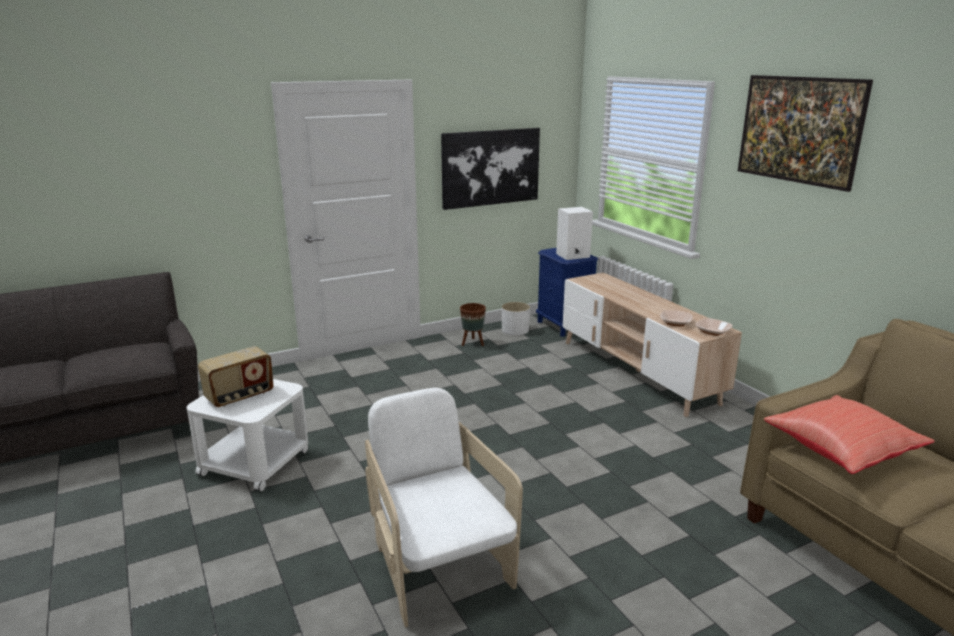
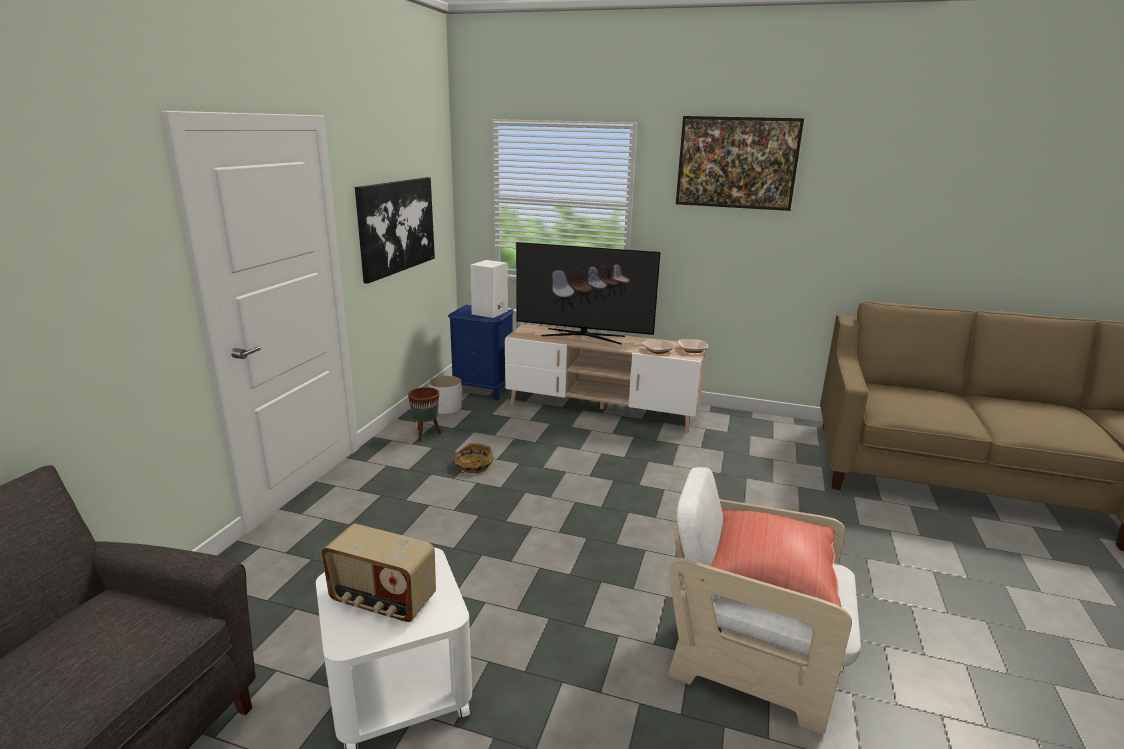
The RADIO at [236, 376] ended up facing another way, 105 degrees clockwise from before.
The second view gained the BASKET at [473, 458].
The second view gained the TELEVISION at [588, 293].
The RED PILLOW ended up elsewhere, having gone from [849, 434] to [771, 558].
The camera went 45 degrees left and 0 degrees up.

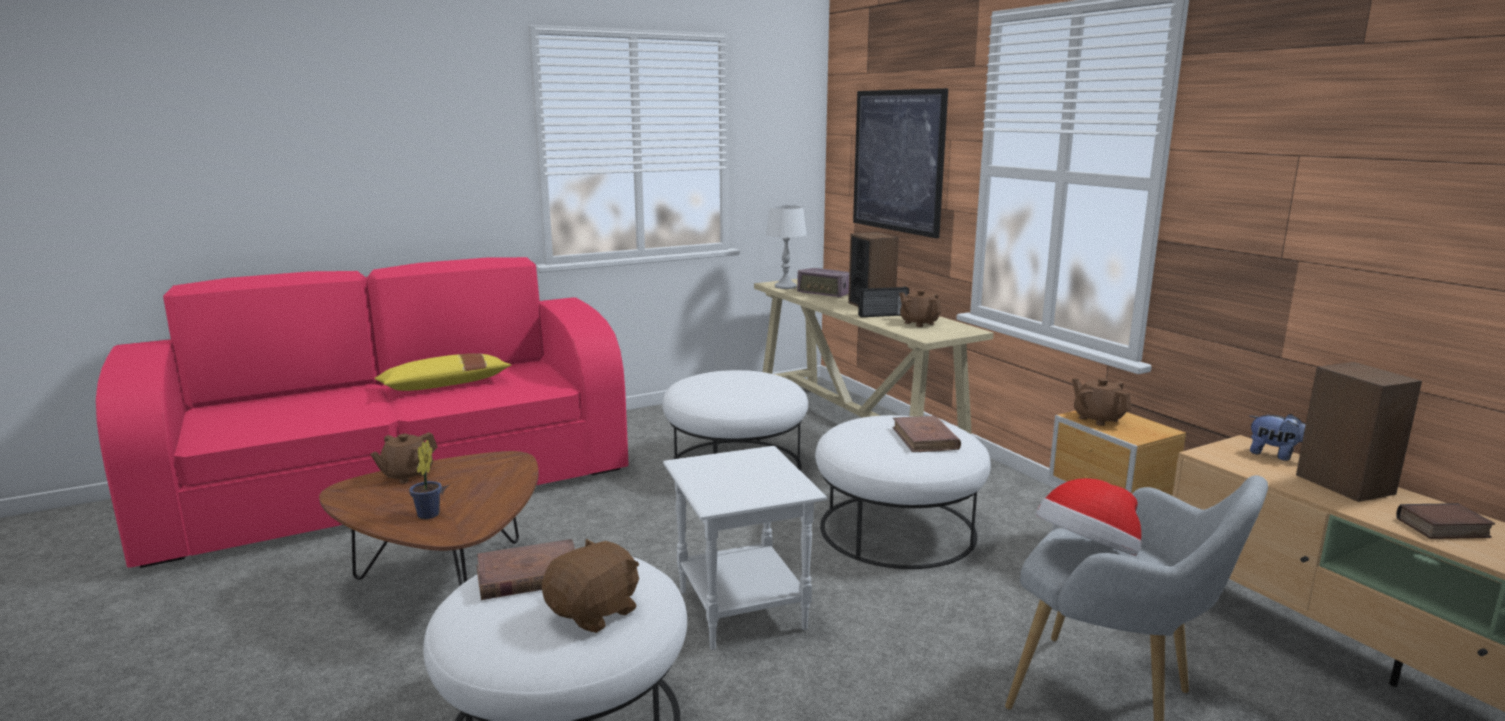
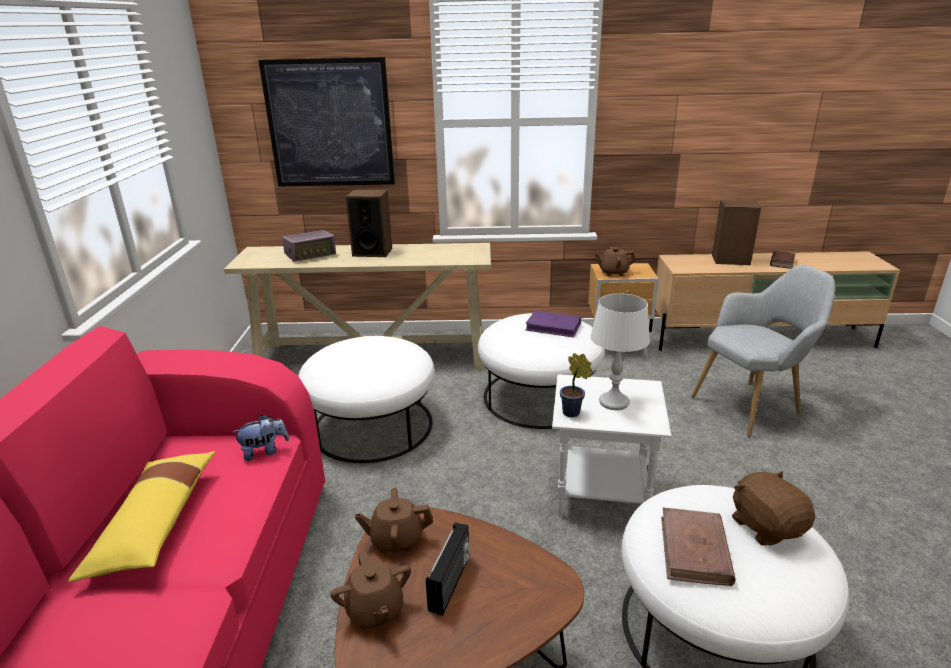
The PLUSH TOY ended up elsewhere, having gone from [1277, 437] to [260, 438].
The BROWN TEAPOT ended up elsewhere, having gone from [920, 308] to [394, 521].
The RADIO ended up elsewhere, having gone from [883, 302] to [448, 569].
What was the BROWN BOOK at [926, 434] turned into the PURPLE BOOK at [553, 324].
The POTTED PLANT ended up elsewhere, having gone from [425, 479] to [576, 385].
The WHITE TABLE LAMP ended up elsewhere, having gone from [786, 247] to [620, 351].
The second view lost the HAT at [1088, 517].
The camera went 60 degrees left and 10 degrees up.

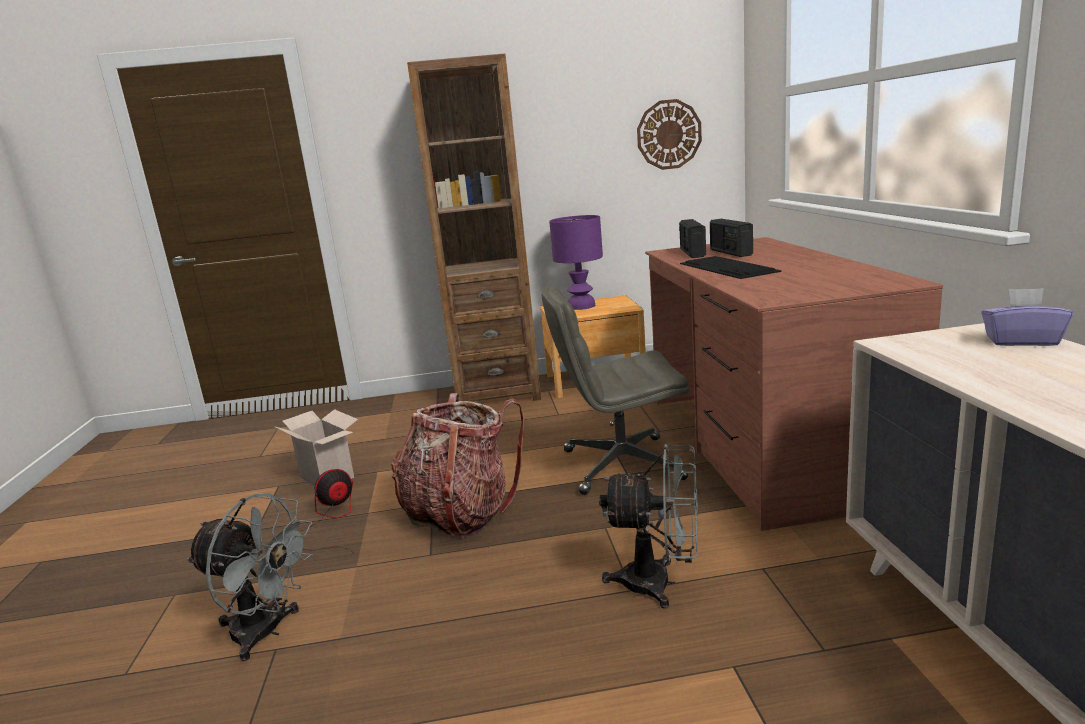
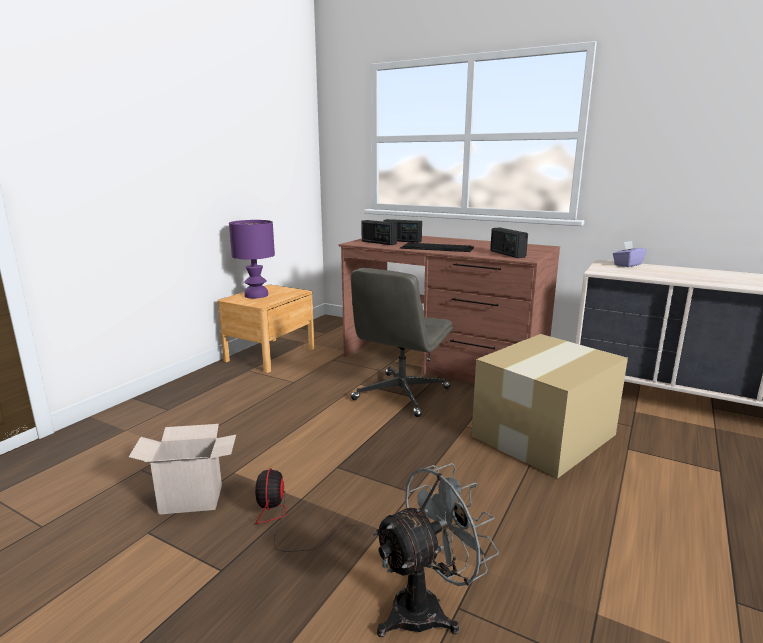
Where the GREY FAN stood at [648, 526], the CARDBOARD BOX came to stand at [549, 406].
The second view gained the RADIO at [509, 243].
The second view lost the BACKPACK at [457, 466].
The second view lost the BROWN BOOKCASE at [474, 227].
The second view lost the WALL CLOCK at [669, 134].
The camera went 55 degrees left and 0 degrees up.

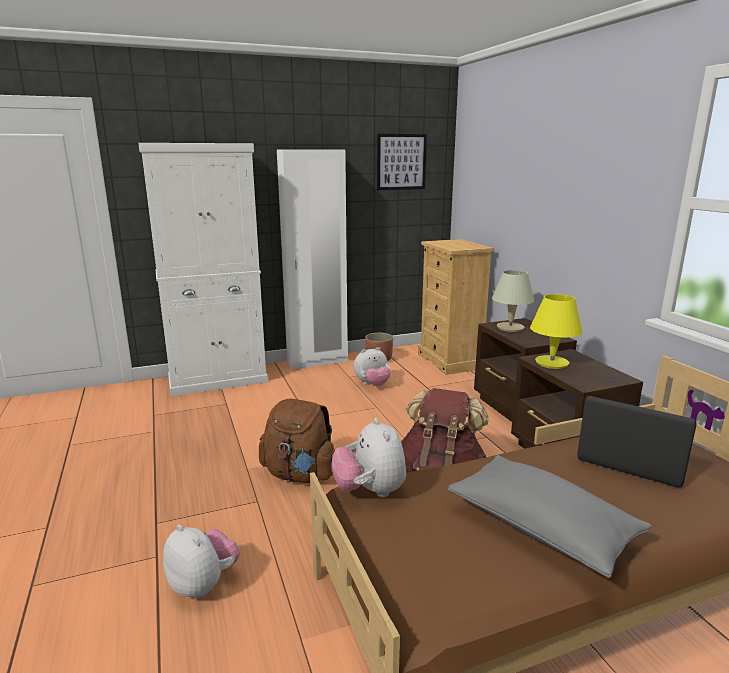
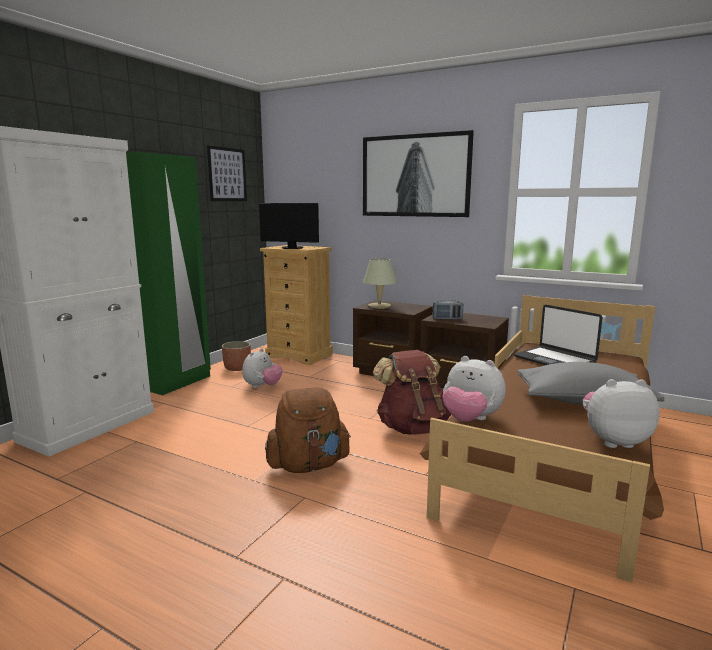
What was the WHITE WARDROBE at [312, 259] turned into the GREEN WARDROBE at [168, 273].
The second view gained the MONITOR at [289, 226].
The second view gained the PICTURE at [418, 173].
Where the YELLOW TABLE LAMP stood at [556, 331], the RADIO came to stand at [448, 310].
The LAPTOP at [637, 441] ended up facing another way, 120 degrees counterclockwise from before.
The PLUSH TOY ended up elsewhere, having gone from [201, 561] to [621, 413].
The camera went 40 degrees left and 5 degrees down.

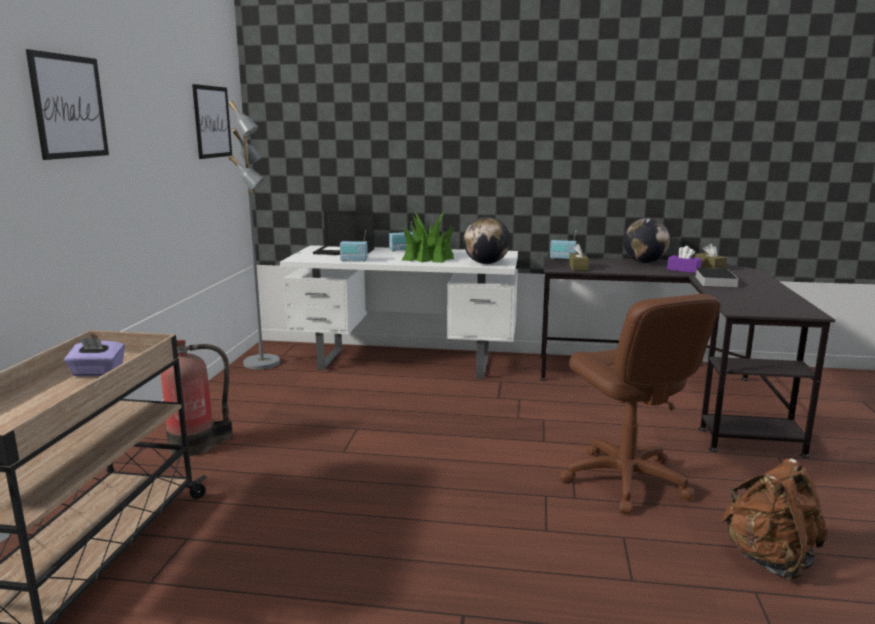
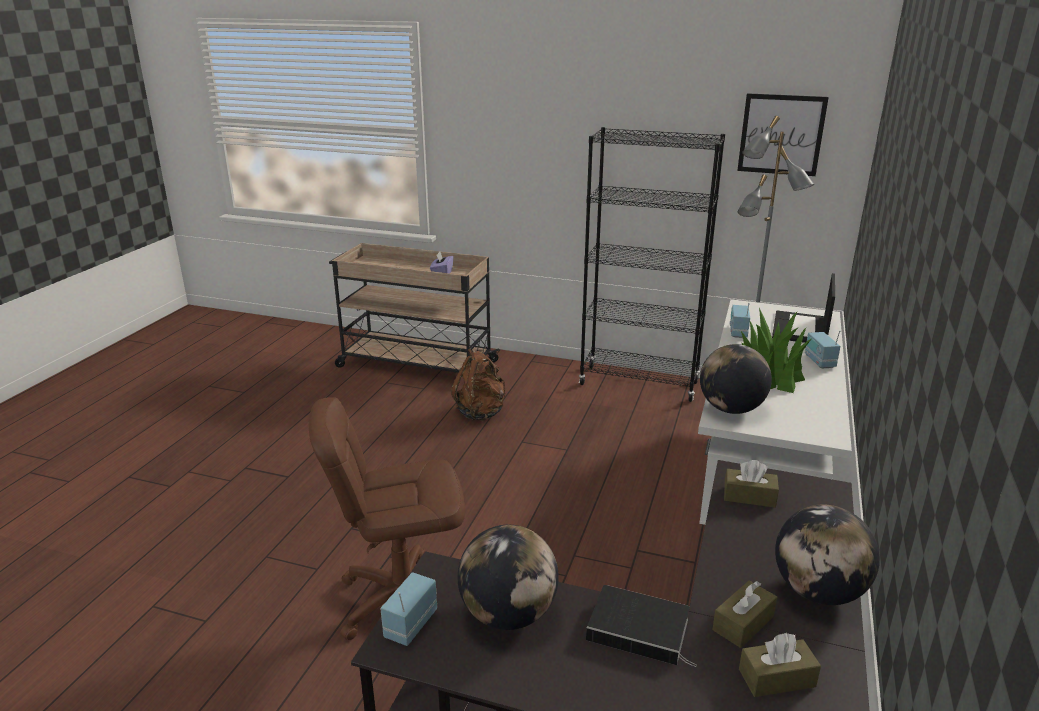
The RADIO ended up elsewhere, having gone from [563, 244] to [409, 609].
The BROWN BACKPACK ended up elsewhere, having gone from [774, 519] to [478, 385].
The second view gained the GLOBE at [508, 577].
The second view gained the BLACK BOOKCASE at [652, 264].
What was the PURPLE TISSUE BOX at [684, 259] turned into the BROWN TISSUE BOX at [744, 614].
The second view lost the PICTURE at [67, 104].
The second view lost the FIRE EXTINGUISHER at [197, 398].
The camera went 100 degrees right and 10 degrees up.

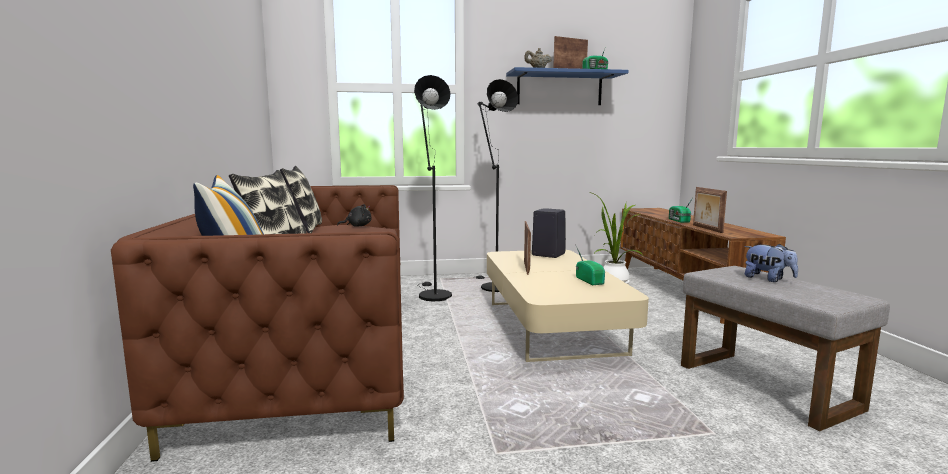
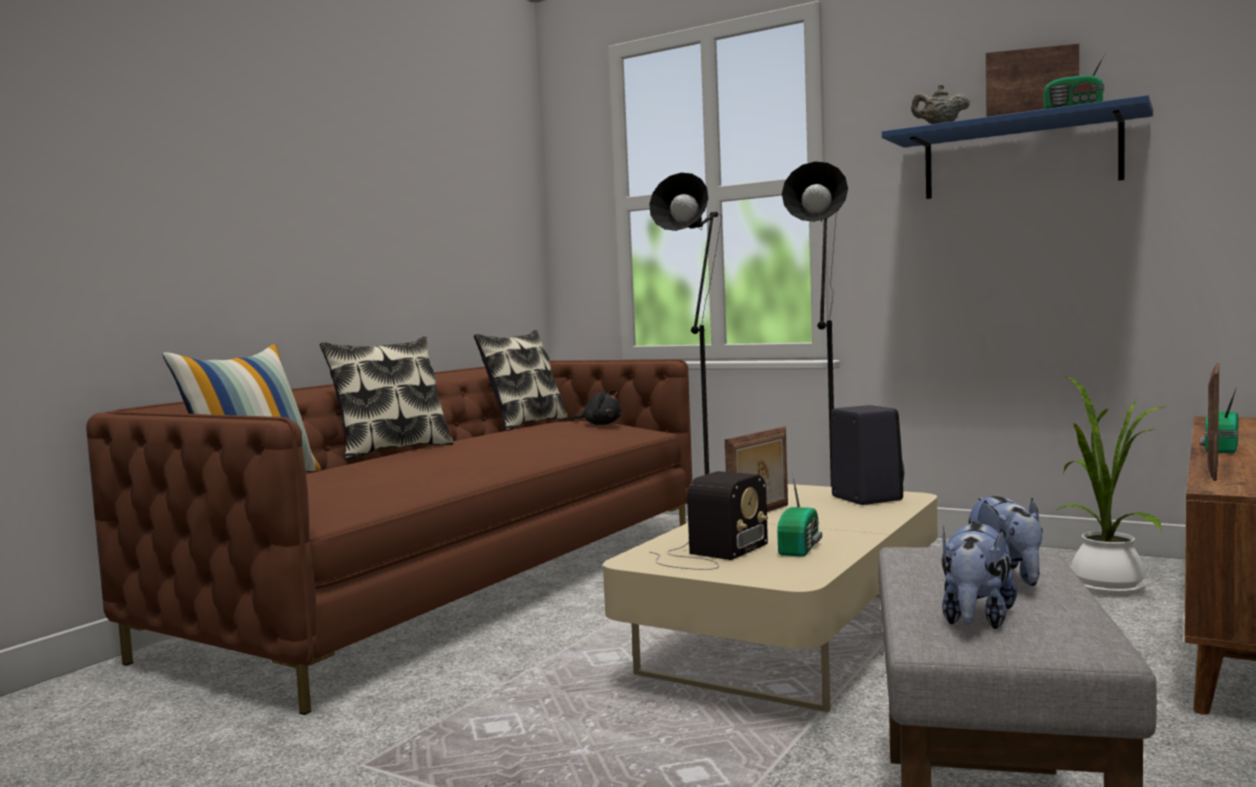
The second view gained the RADIO at [708, 520].
The second view gained the PLUSH TOY at [979, 576].
The camera went 40 degrees right and 5 degrees down.

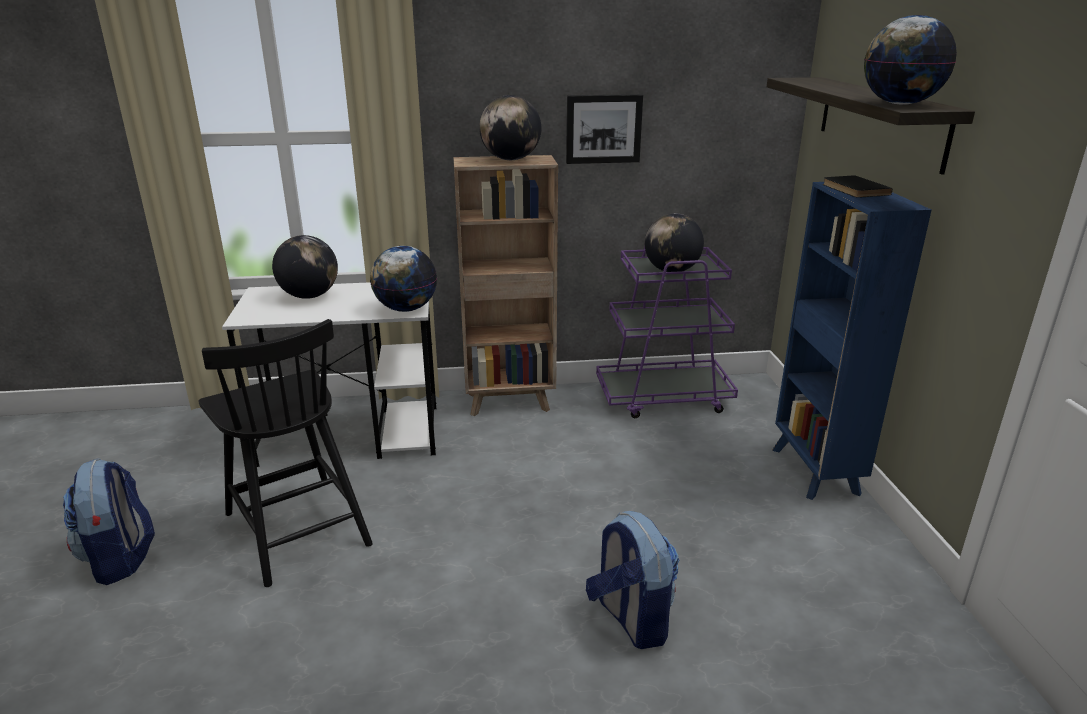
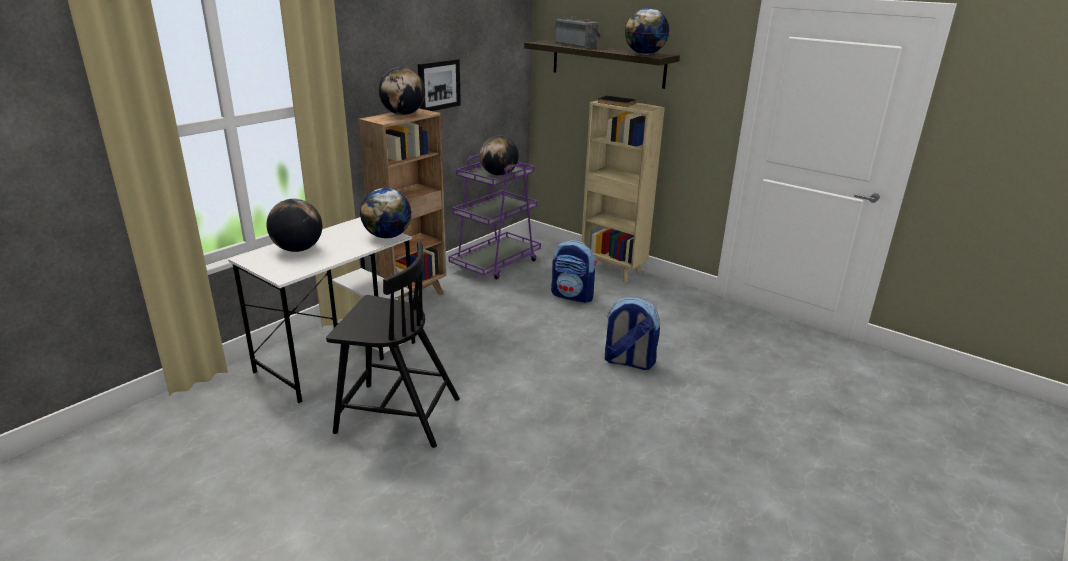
The BACKPACK ended up elsewhere, having gone from [109, 521] to [574, 272].
The second view gained the RADIO at [578, 32].
What was the BLUE BOOKCASE at [852, 341] turned into the BEIGE BOOKCASE at [623, 191].
The camera went 45 degrees left and 0 degrees up.

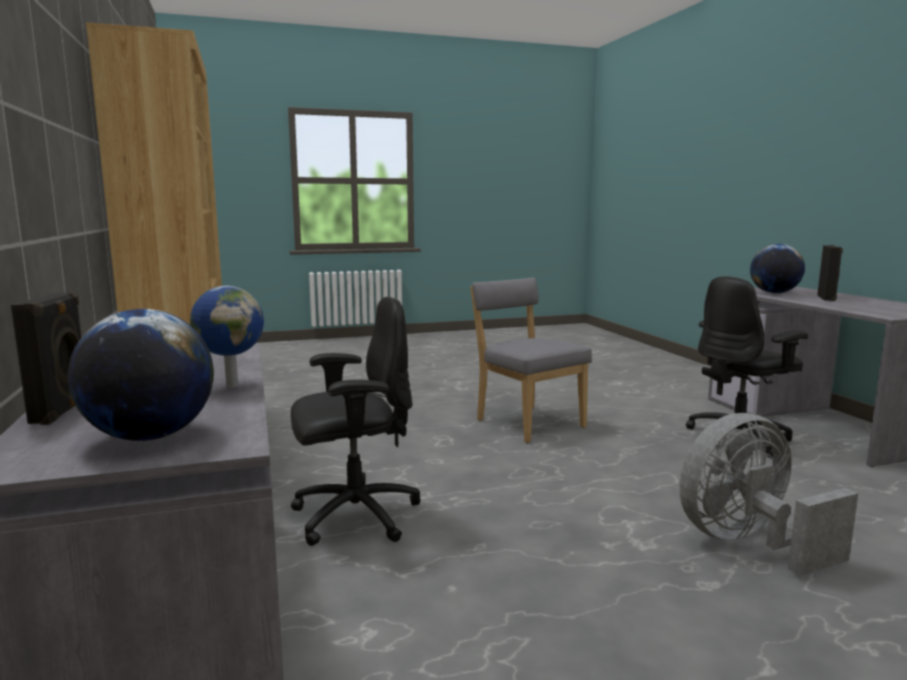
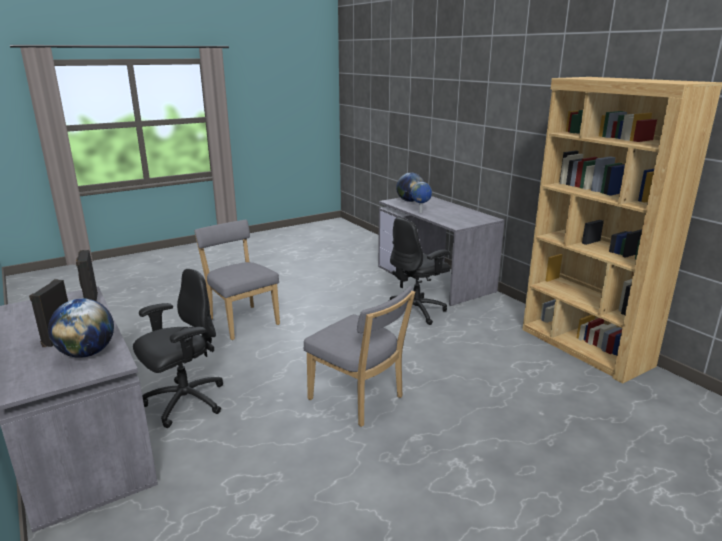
The BLACK SPEAKER ended up elsewhere, having gone from [46, 358] to [87, 275].
Where the GREY FAN stood at [769, 494], the GREY CHAIR came to stand at [237, 280].
The camera went 165 degrees right and 10 degrees up.

